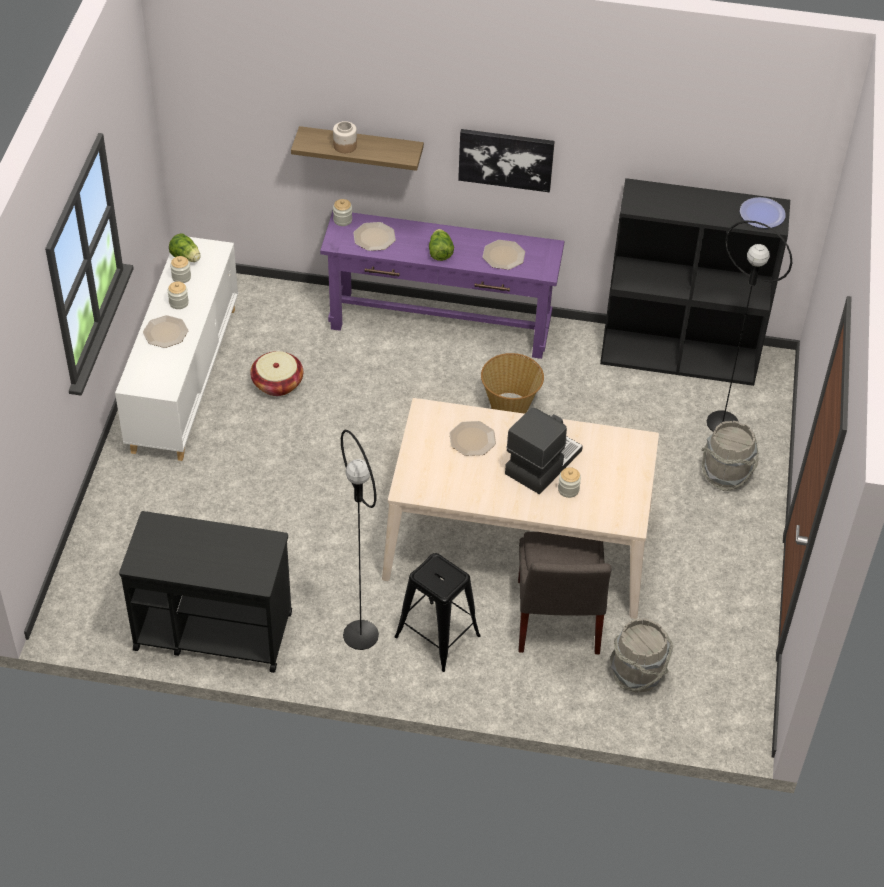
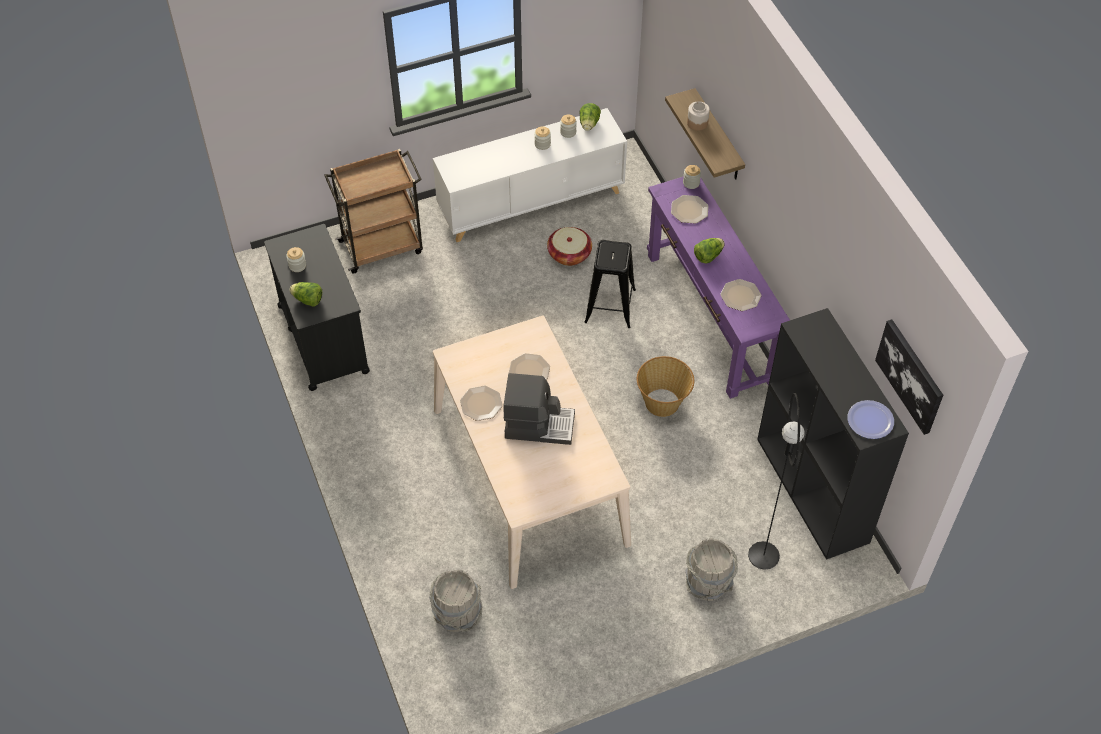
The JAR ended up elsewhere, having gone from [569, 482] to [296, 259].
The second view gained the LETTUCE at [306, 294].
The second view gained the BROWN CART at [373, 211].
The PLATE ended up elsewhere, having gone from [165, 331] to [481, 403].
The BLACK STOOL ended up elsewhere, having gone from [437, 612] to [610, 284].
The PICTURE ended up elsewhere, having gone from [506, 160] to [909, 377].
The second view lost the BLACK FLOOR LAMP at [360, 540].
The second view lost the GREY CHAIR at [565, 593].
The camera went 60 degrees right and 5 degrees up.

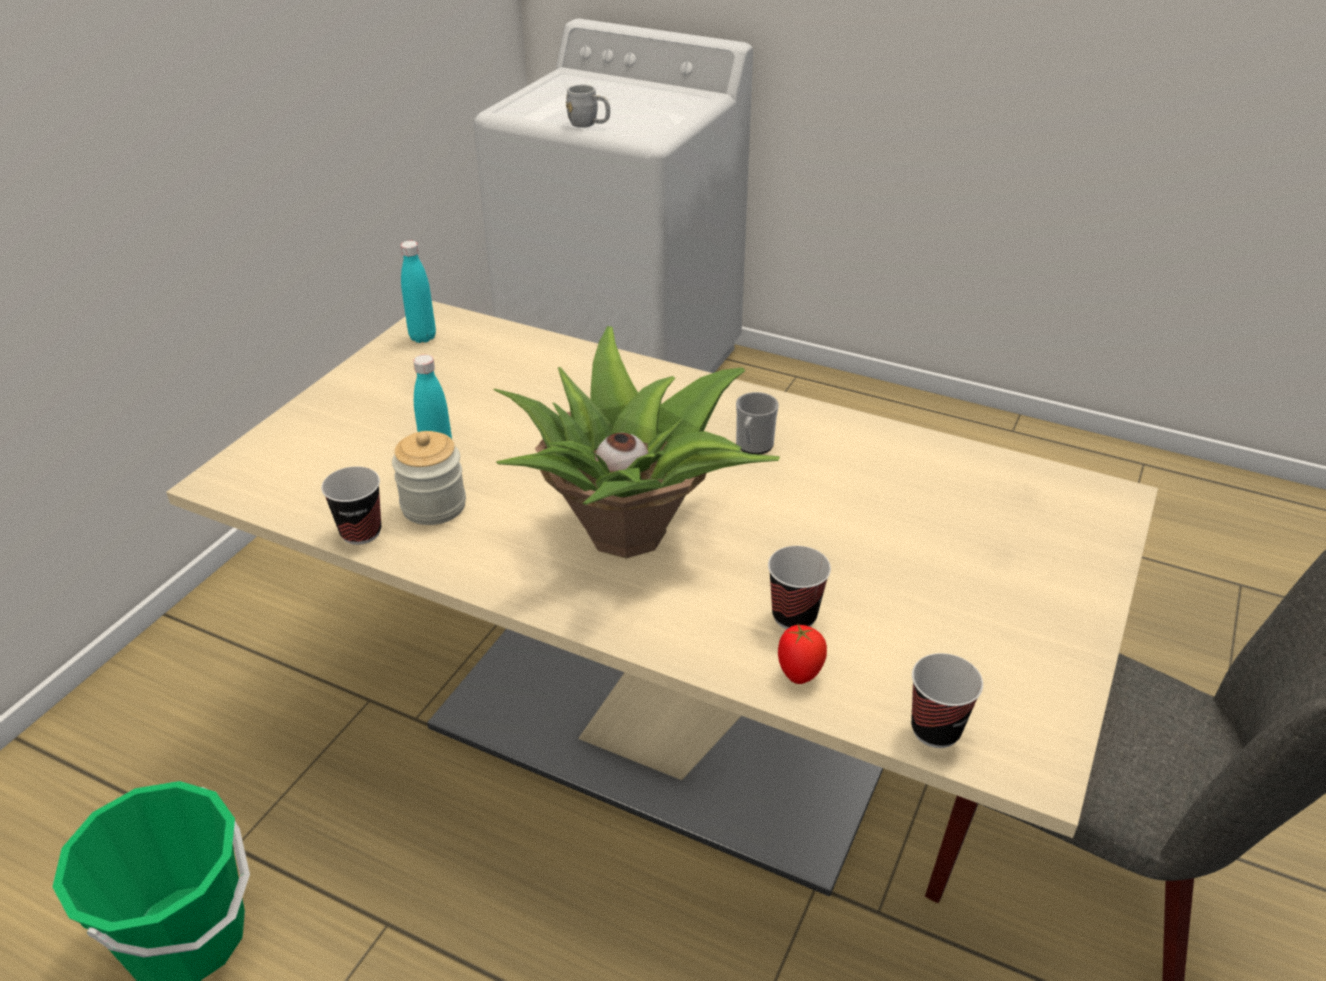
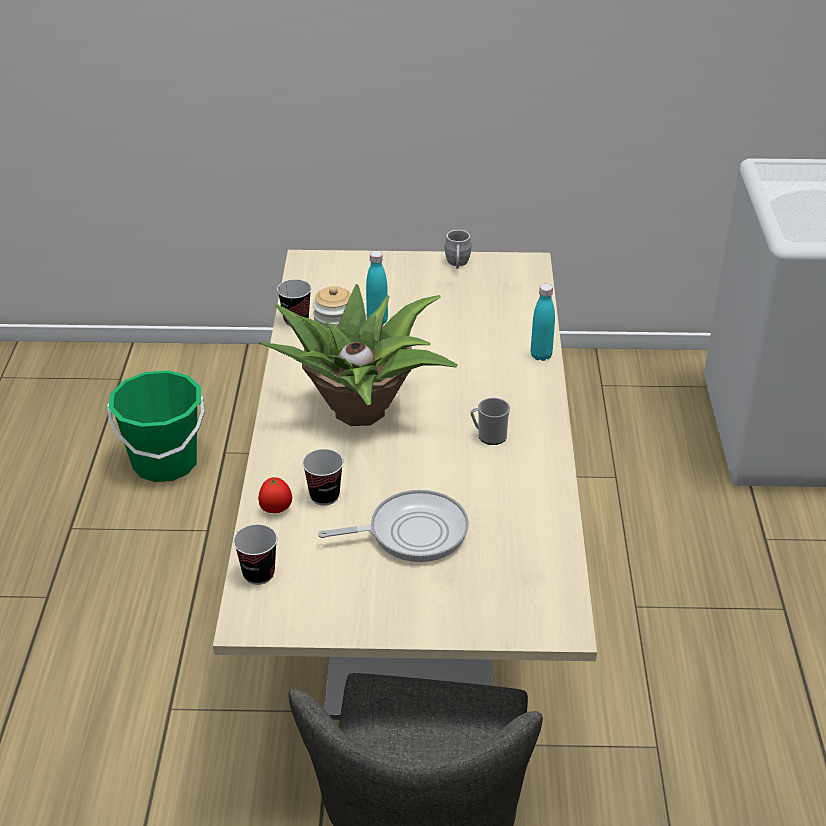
The second view gained the FRYING PAN at [393, 526].
The GREY MUG ended up elsewhere, having gone from [588, 106] to [458, 249].
The TURQUOISE BOTTLE ended up elsewhere, having gone from [418, 292] to [543, 322].
The camera went 65 degrees right and 0 degrees up.

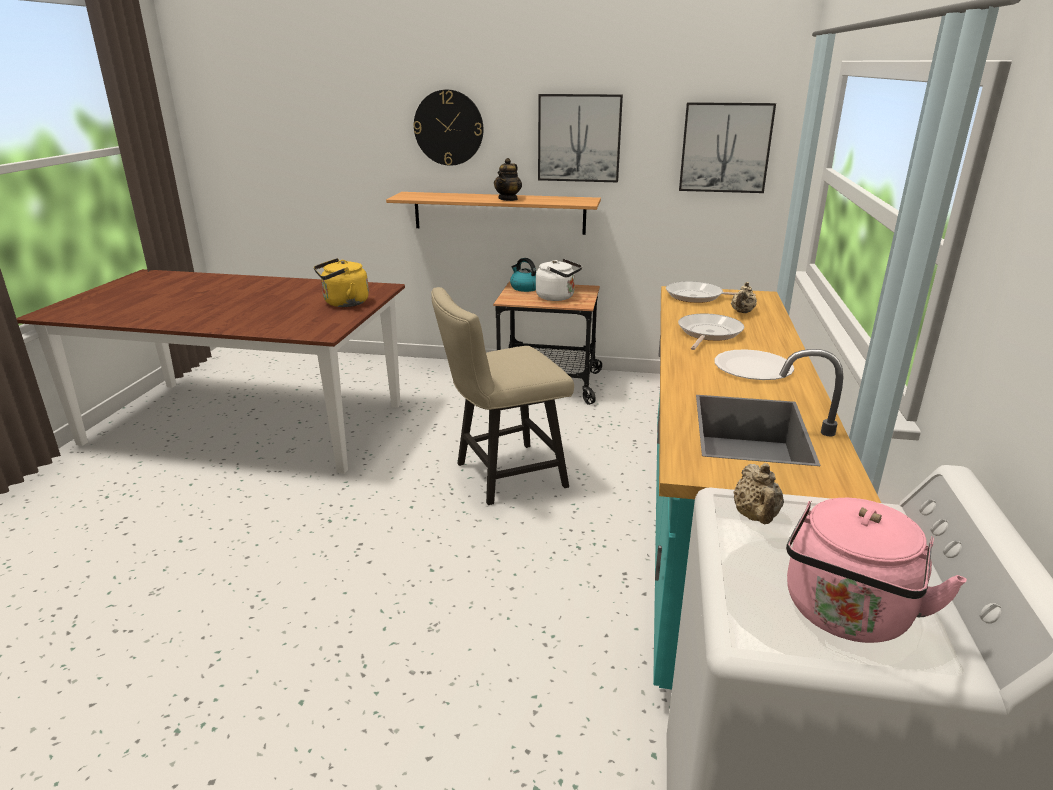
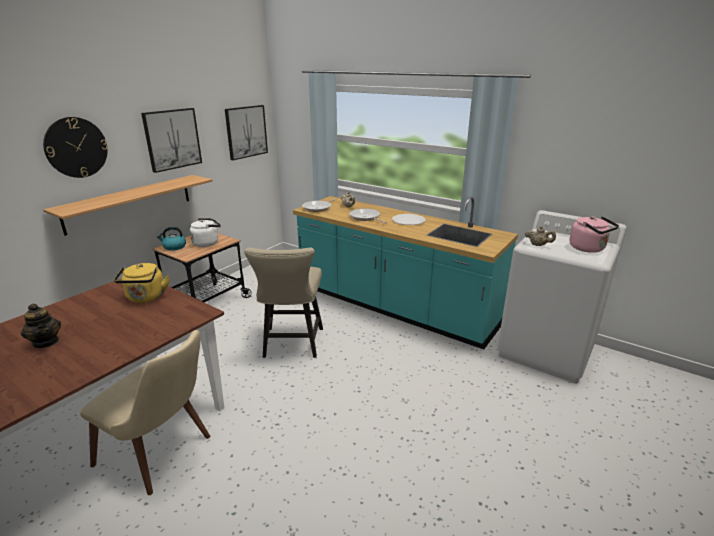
The TEAPOT ended up elsewhere, having gone from [508, 179] to [41, 326].
The second view gained the BEIGE CHAIR at [145, 412].
The camera went 65 degrees left and 0 degrees up.

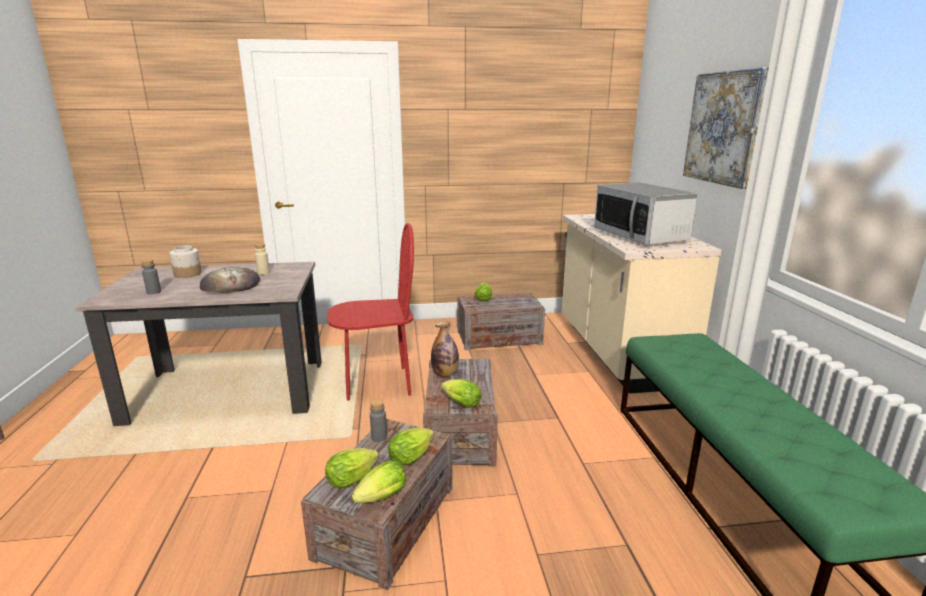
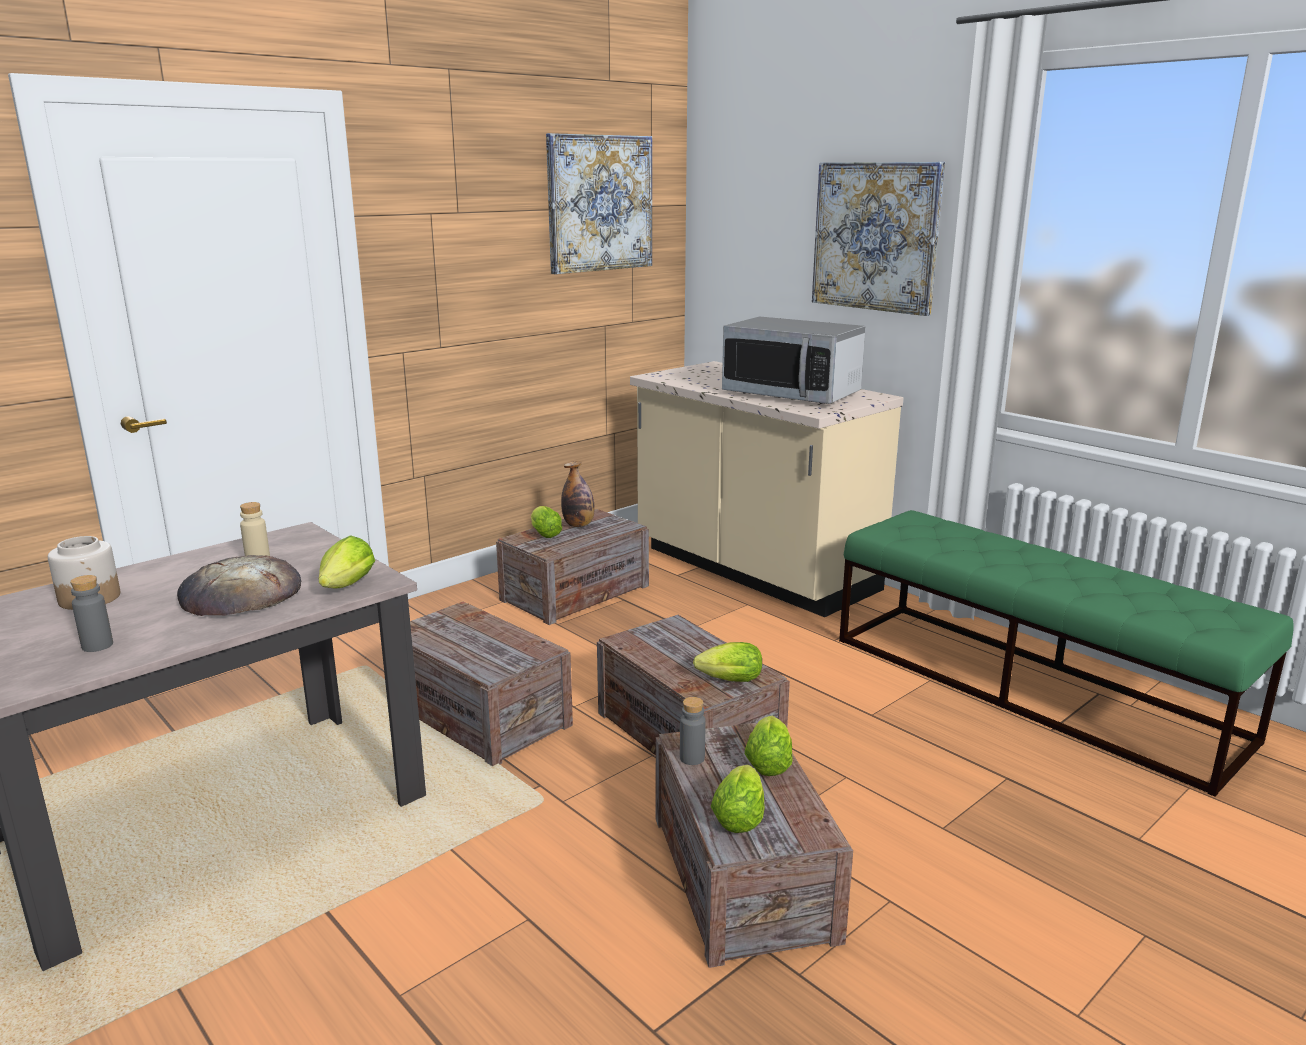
The LETTUCE ended up elsewhere, having gone from [379, 482] to [347, 562].
Where the RED CHAIR stood at [370, 312], the CRATE came to stand at [491, 683].
The second view gained the PICTURE at [599, 203].
The BOTTLE ended up elsewhere, having gone from [445, 349] to [578, 494].
The camera went 35 degrees left and 0 degrees up.

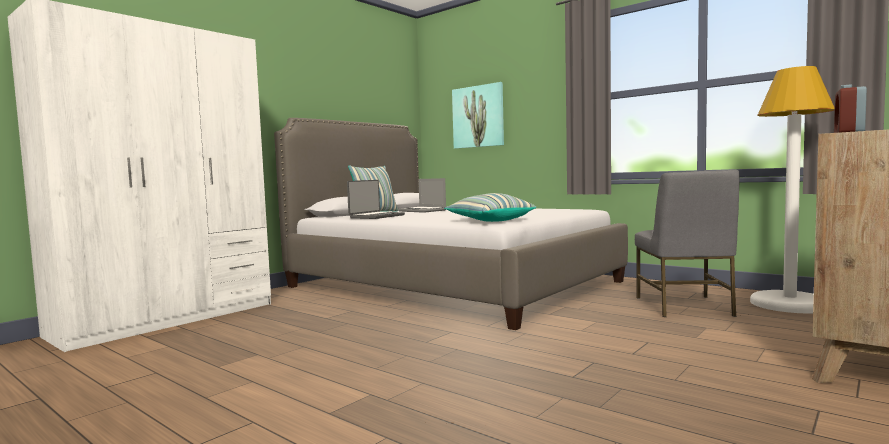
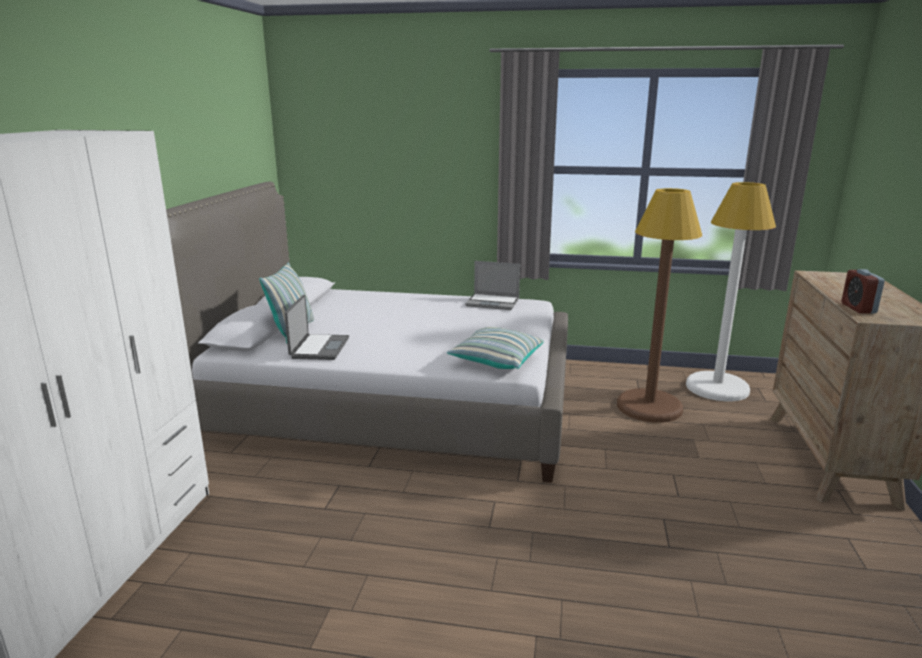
The LAPTOP ended up elsewhere, having gone from [422, 195] to [492, 285].
Where the GREY CHAIR stood at [687, 243], the BROWN FLOOR LAMP came to stand at [659, 305].
The second view lost the PICTURE at [478, 115].
The camera went 30 degrees left and 15 degrees up.

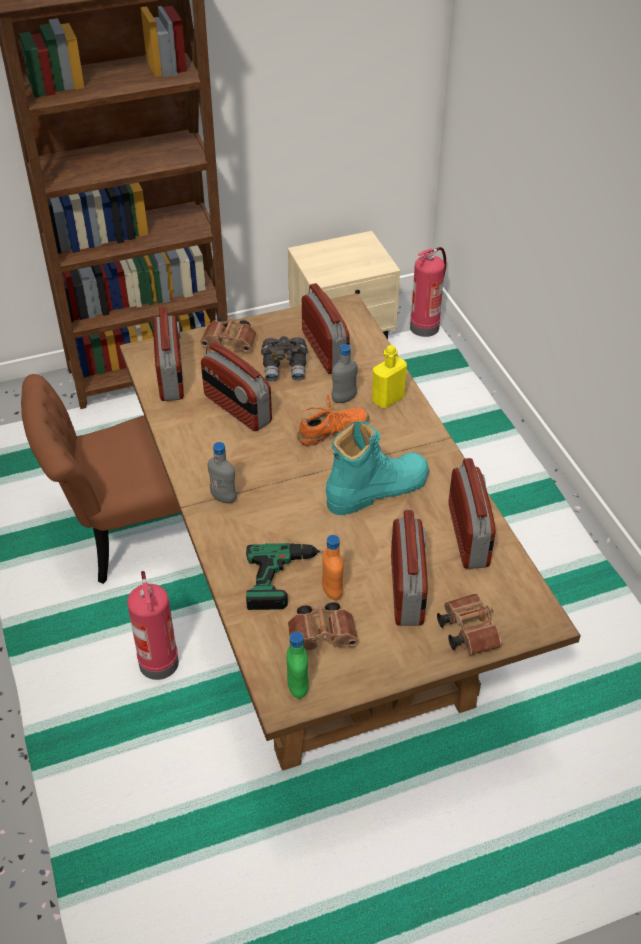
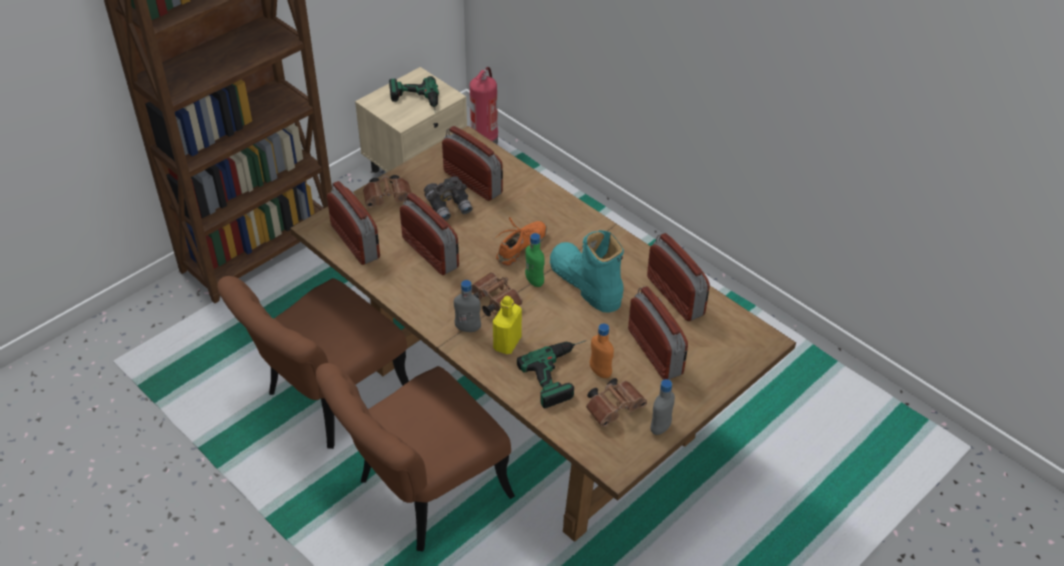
Where the FIRE EXTINGUISHER stood at [153, 625], the BROWN CHAIR came to stand at [415, 457].
The second view gained the POWER DRILL at [414, 94].
The RADIO at [236, 386] ended up facing another way, 150 degrees counterclockwise from before.
The BROWN BINOCULARS ended up elsewhere, having gone from [470, 624] to [497, 294].
The YELLOW BOTTLE ended up elsewhere, having gone from [389, 377] to [507, 325].
The GREEN BOTTLE ended up elsewhere, having gone from [298, 665] to [535, 260].
The TURQUOISE BOOT at [377, 468] ended up facing another way, 75 degrees counterclockwise from before.
The GREY BOTTLE ended up elsewhere, having gone from [345, 373] to [663, 407].
The camera went 25 degrees left and 0 degrees up.

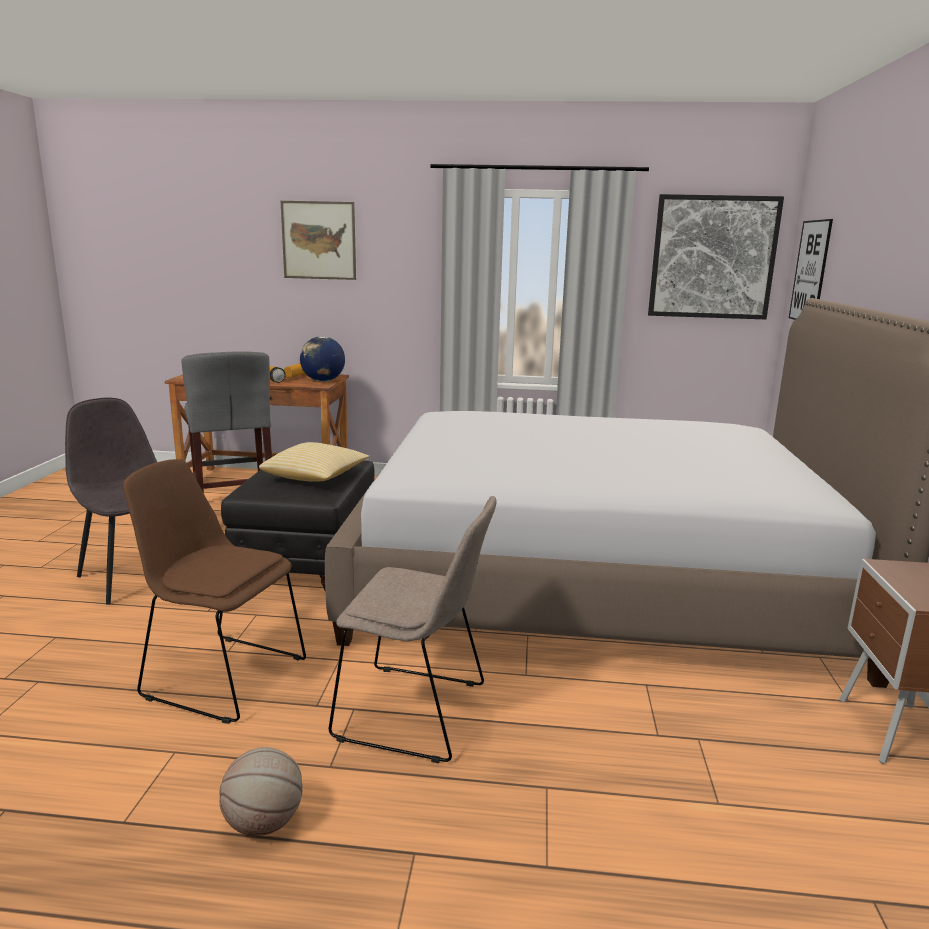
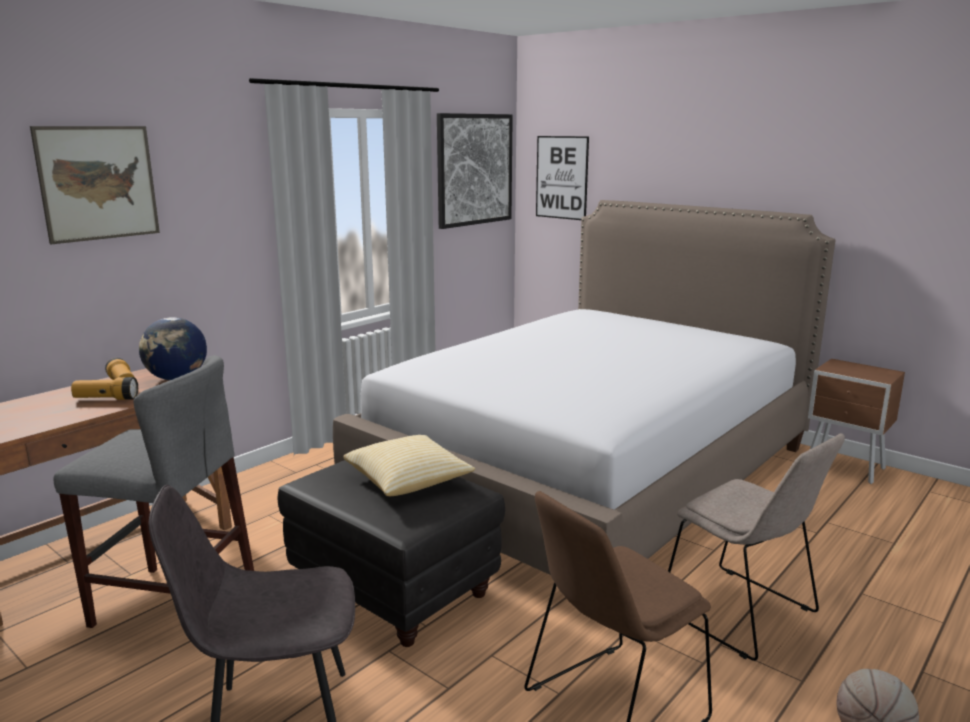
The BEIGE CHAIR at [413, 629] ended up facing another way, 90 degrees clockwise from before.
The camera went 55 degrees left and 0 degrees up.

